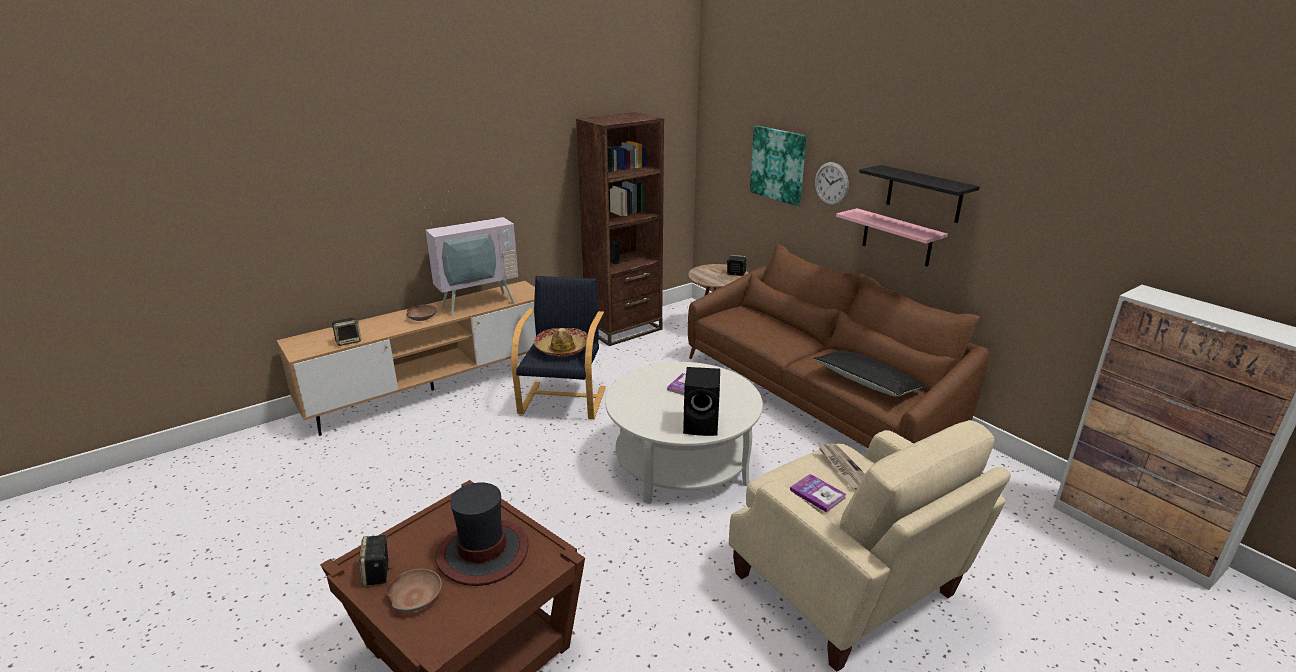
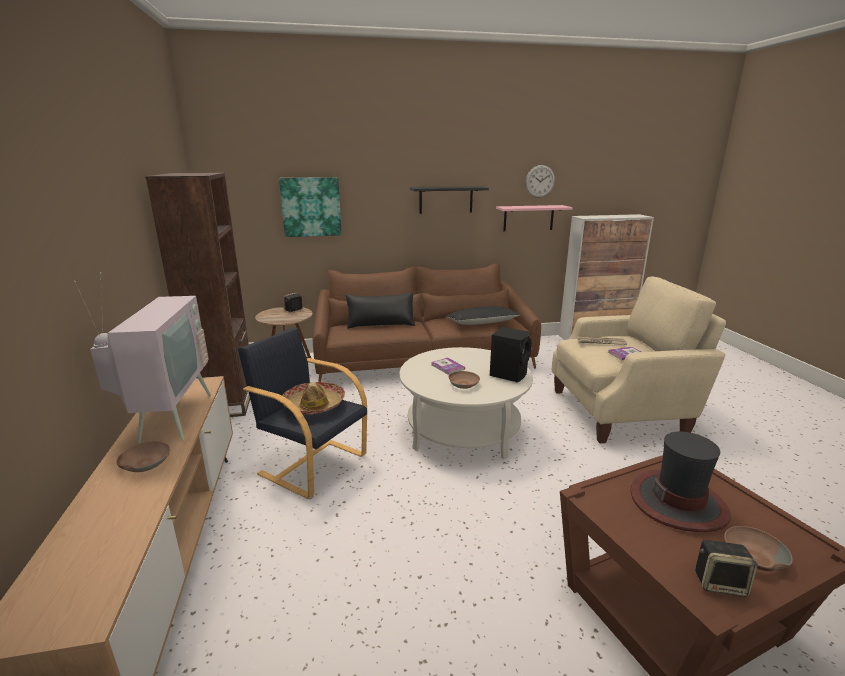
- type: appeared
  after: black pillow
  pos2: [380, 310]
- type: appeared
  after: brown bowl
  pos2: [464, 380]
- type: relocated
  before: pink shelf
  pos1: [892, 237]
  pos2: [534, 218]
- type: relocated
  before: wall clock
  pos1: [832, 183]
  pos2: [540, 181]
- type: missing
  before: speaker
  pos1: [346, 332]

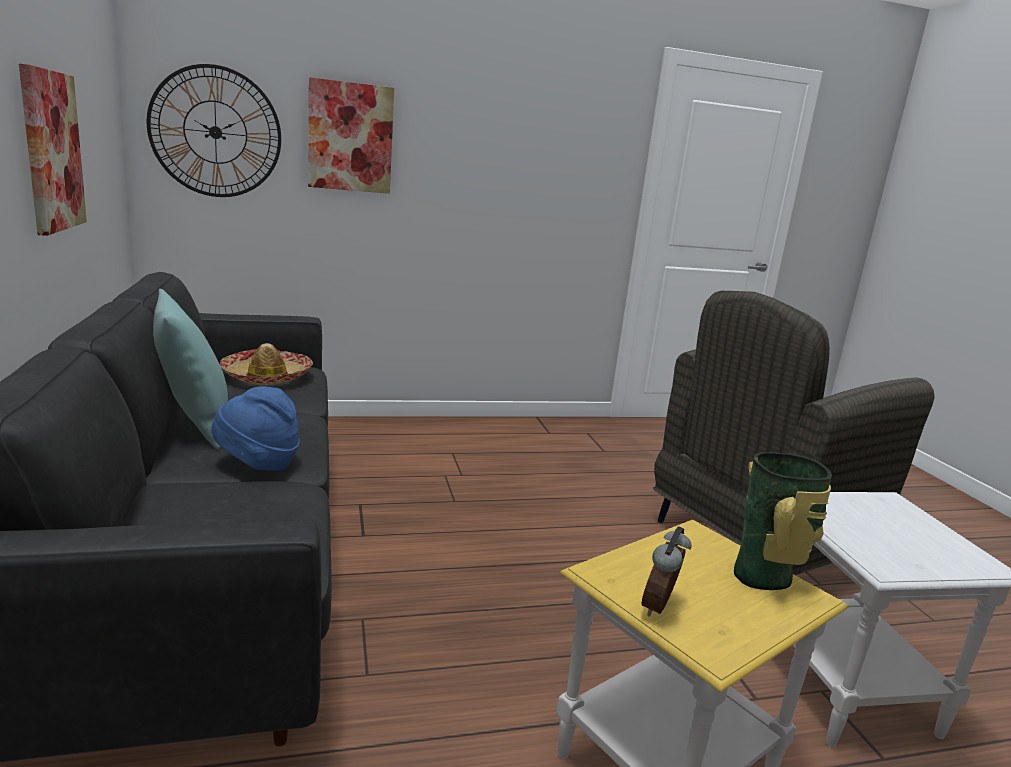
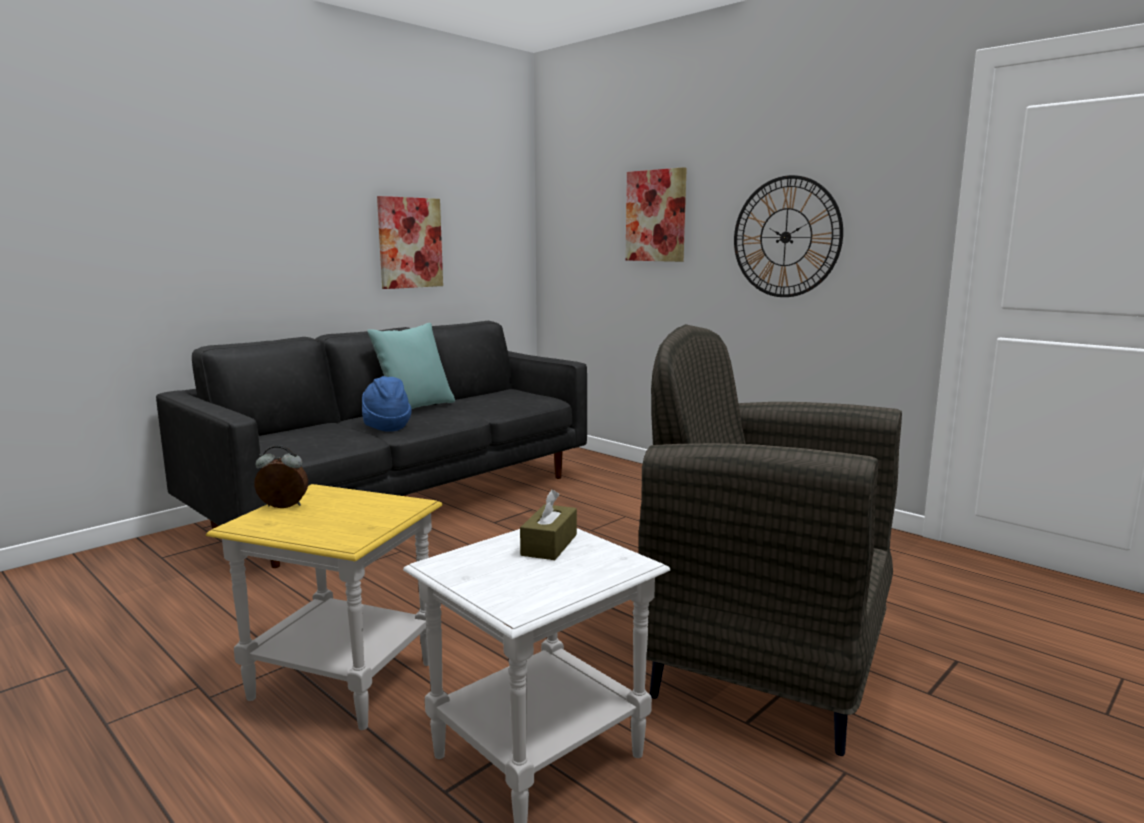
- type: appeared
  after: brown tissue box
  pos2: [548, 525]
- type: relocated
  before: wall clock
  pos1: [214, 130]
  pos2: [788, 236]
- type: missing
  before: hat
  pos1: [266, 364]
- type: missing
  before: vase
  pos1: [783, 521]

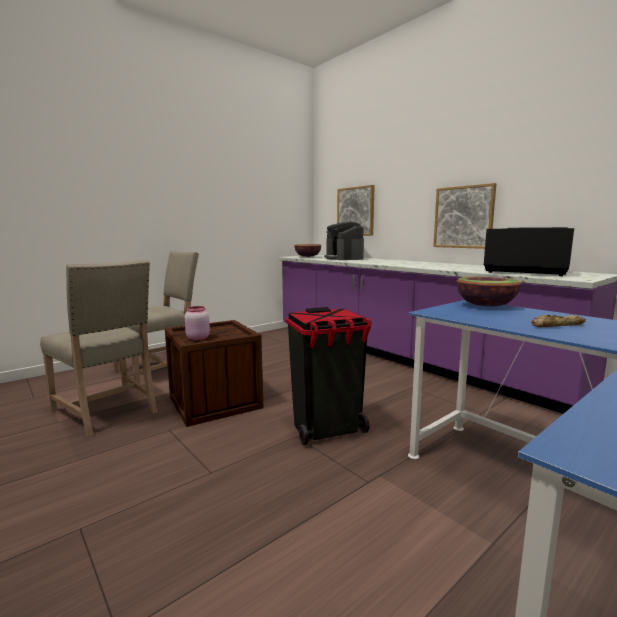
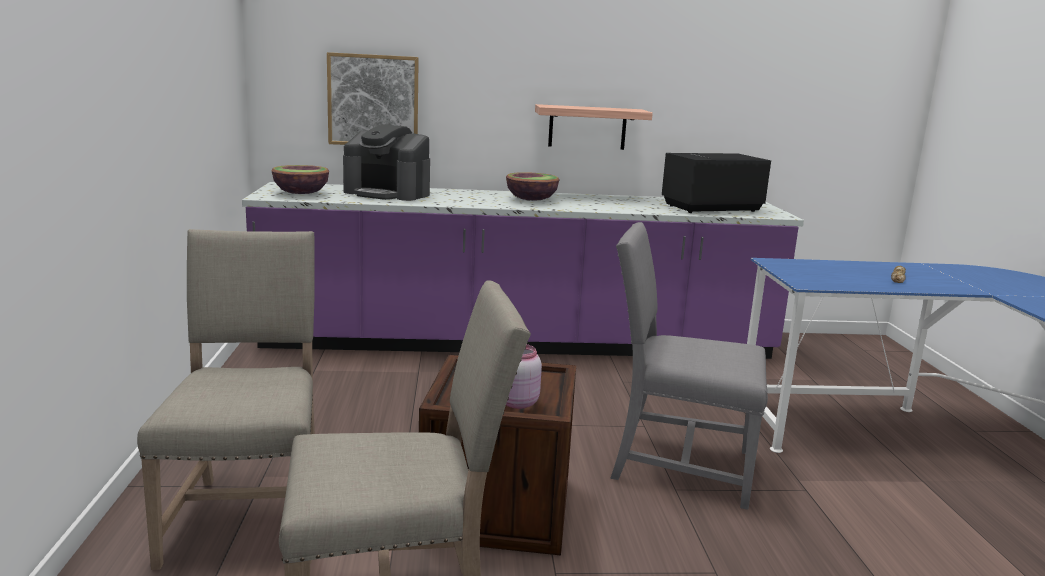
- type: relocated
  before: bowl
  pos1: [489, 291]
  pos2: [532, 186]
- type: exchanged
  before: picture
  after: shelf
  pos1: [464, 216]
  pos2: [594, 127]
- type: exchanged
  before: black trash can
  after: grey chair
  pos1: [329, 376]
  pos2: [689, 366]

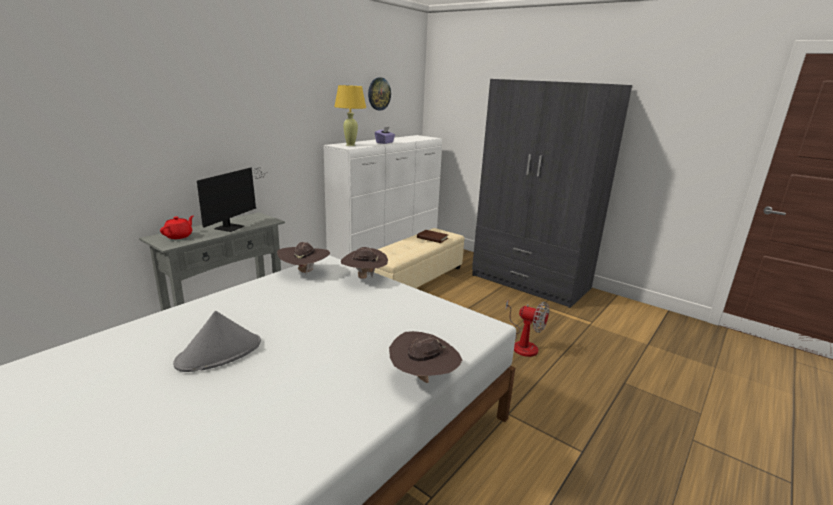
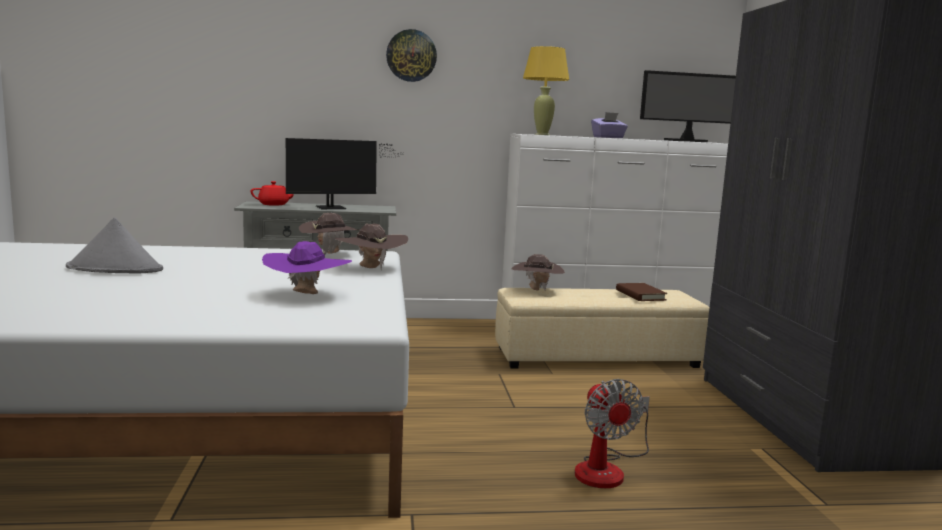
- type: appeared
  after: purple hat
  pos2: [307, 267]
- type: relocated
  before: wall clock
  pos1: [379, 94]
  pos2: [411, 55]
- type: relocated
  before: brown hat
  pos1: [425, 357]
  pos2: [538, 272]
- type: appeared
  after: monitor
  pos2: [688, 106]

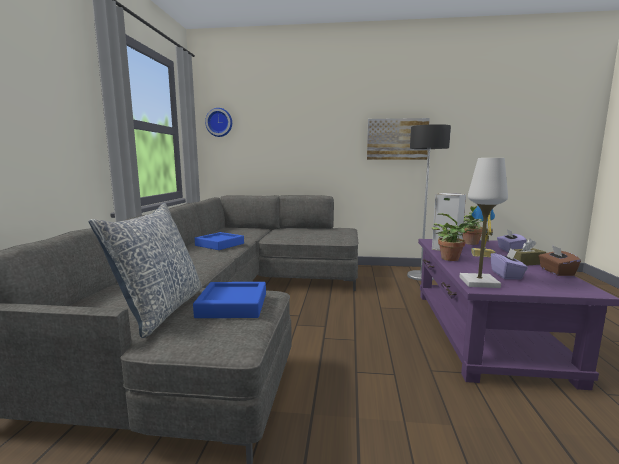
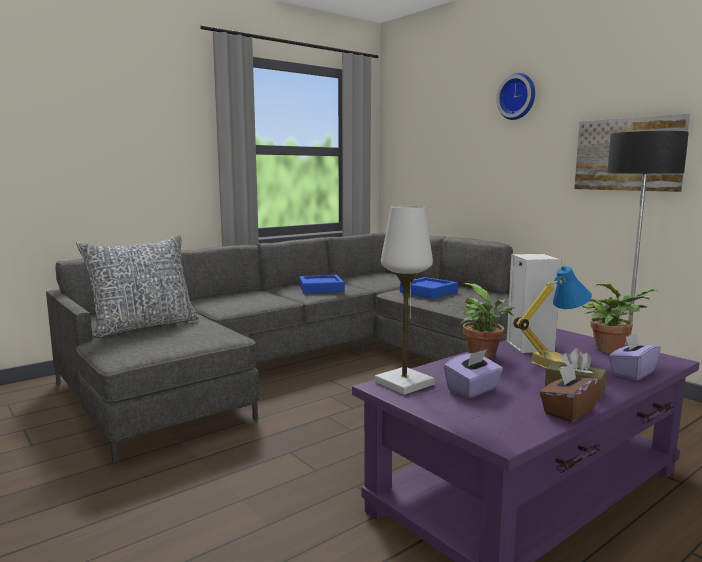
- type: relocated
  before: blue tray
  pos1: [229, 300]
  pos2: [429, 288]
- type: relocated
  before: wall clock
  pos1: [218, 122]
  pos2: [515, 96]

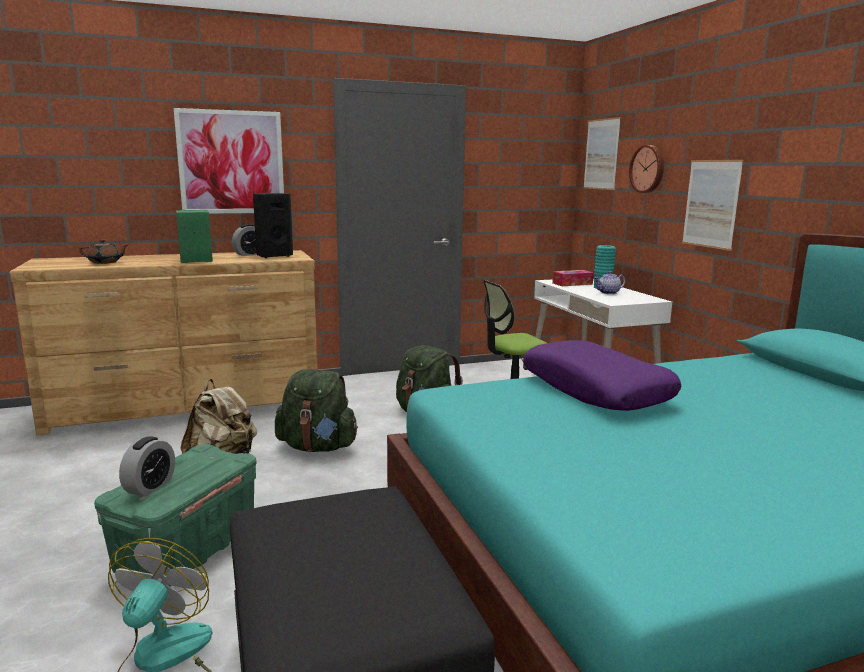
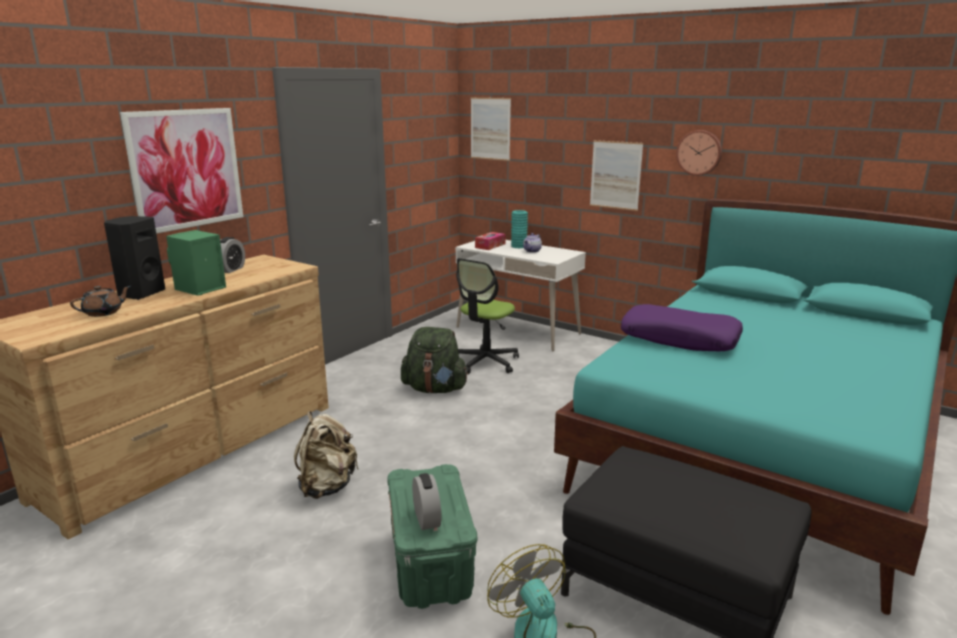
- type: relocated
  before: black speaker
  pos1: [273, 225]
  pos2: [134, 258]
- type: relocated
  before: wall clock
  pos1: [646, 169]
  pos2: [699, 153]
- type: missing
  before: green backpack
  pos1: [316, 410]

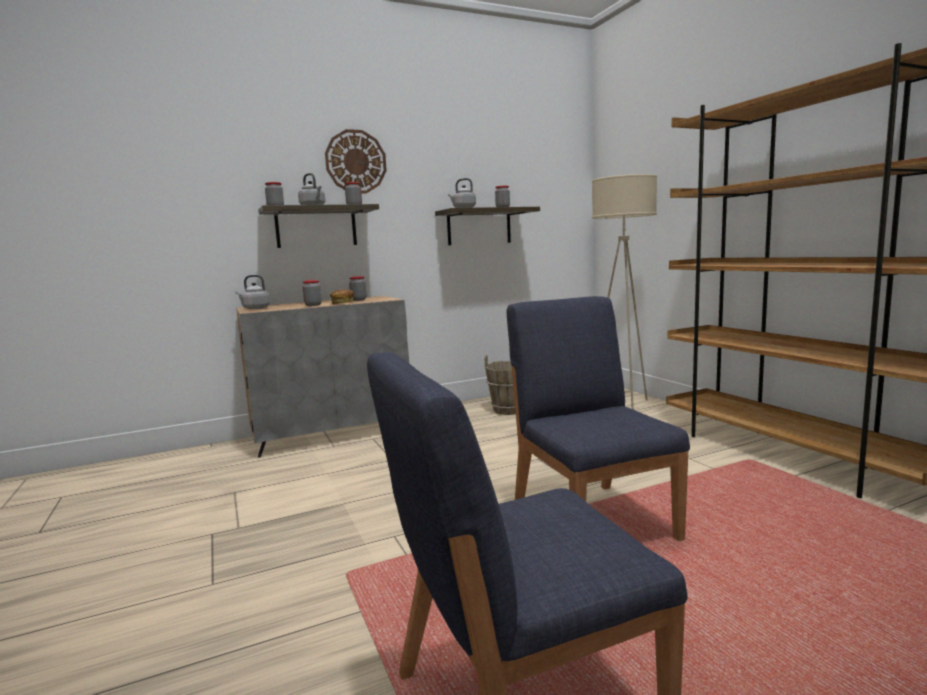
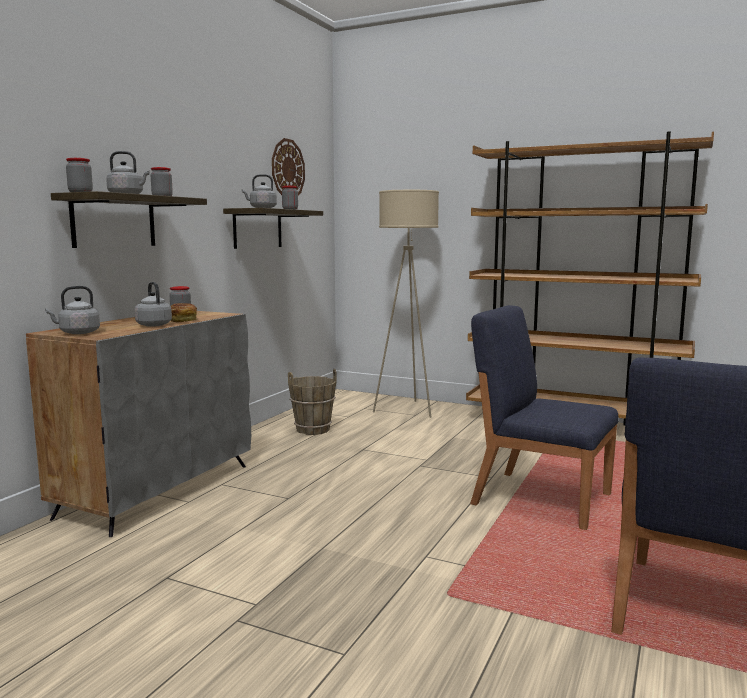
- type: exchanged
  before: jar
  after: grey kettle
  pos1: [312, 293]
  pos2: [153, 304]
- type: relocated
  before: wall clock
  pos1: [356, 161]
  pos2: [288, 166]

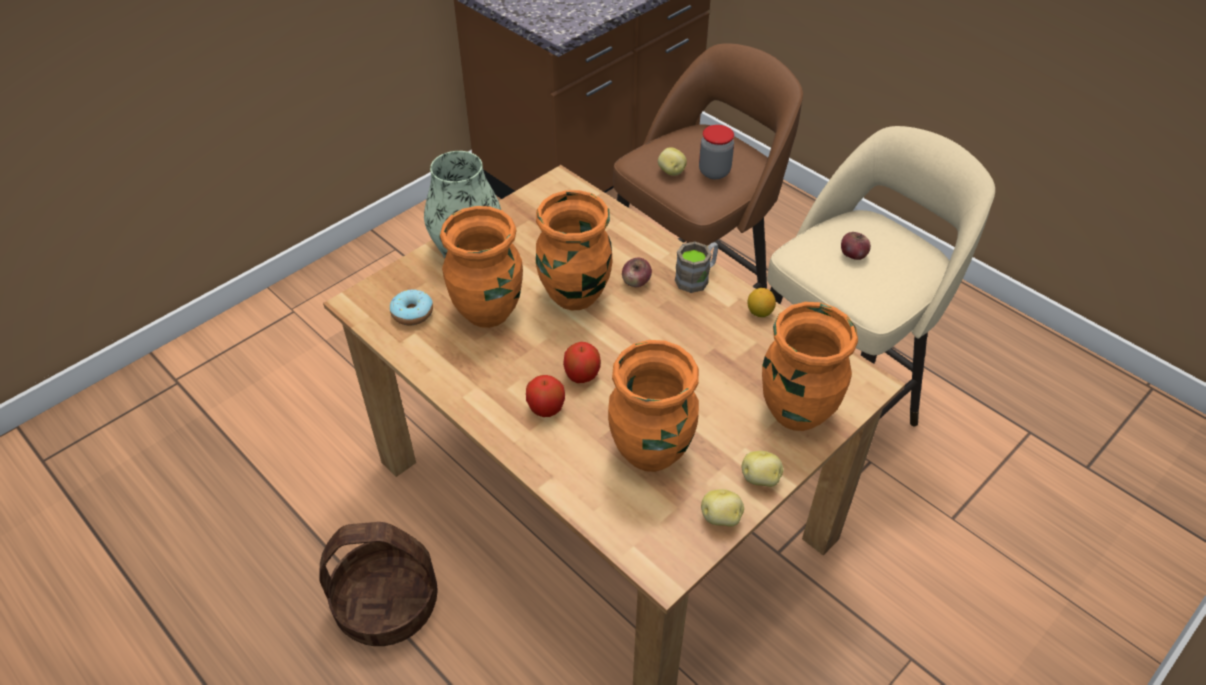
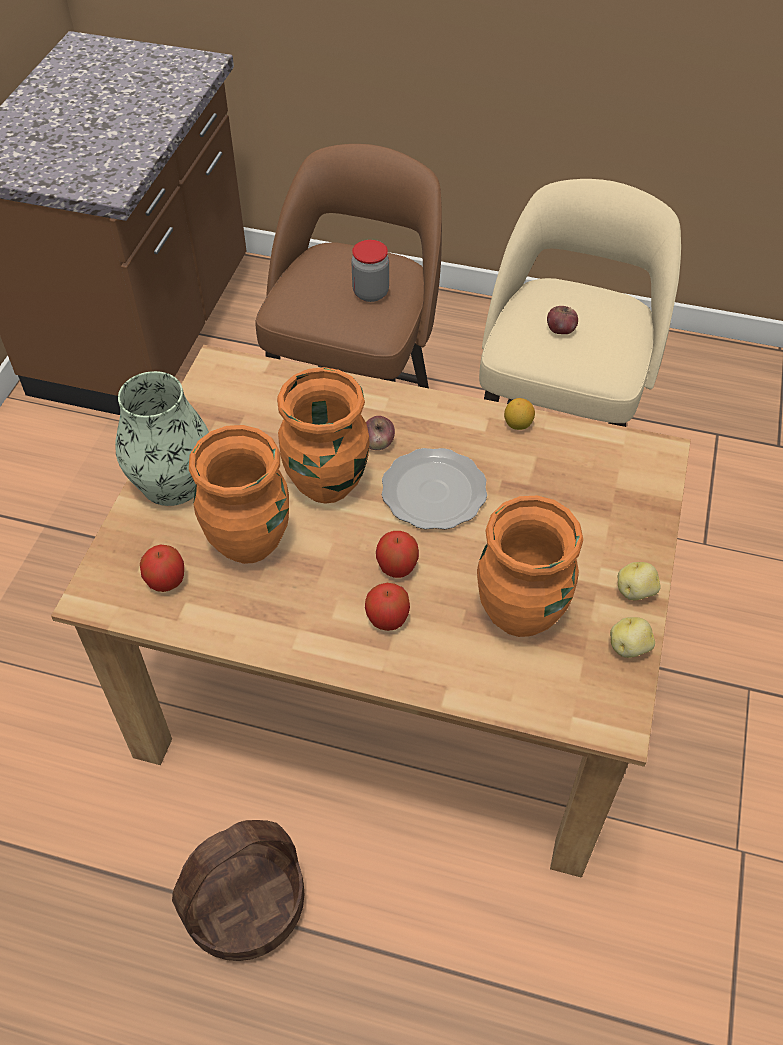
- type: exchanged
  before: donut
  after: apple
  pos1: [411, 307]
  pos2: [162, 568]
- type: appeared
  after: plate
  pos2: [434, 488]
- type: missing
  before: potato
  pos1: [672, 161]
- type: missing
  before: brown mug
  pos1: [696, 267]
- type: missing
  before: orange vase
  pos1: [810, 366]

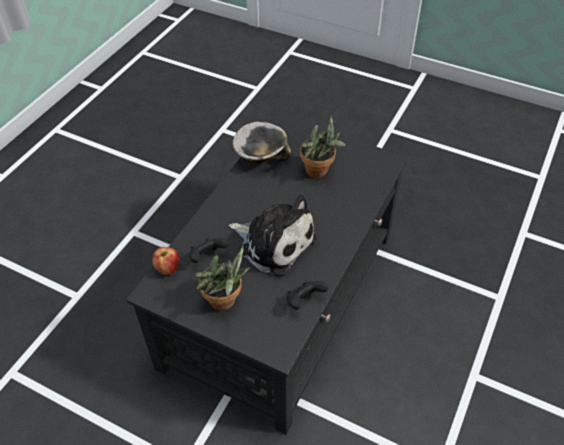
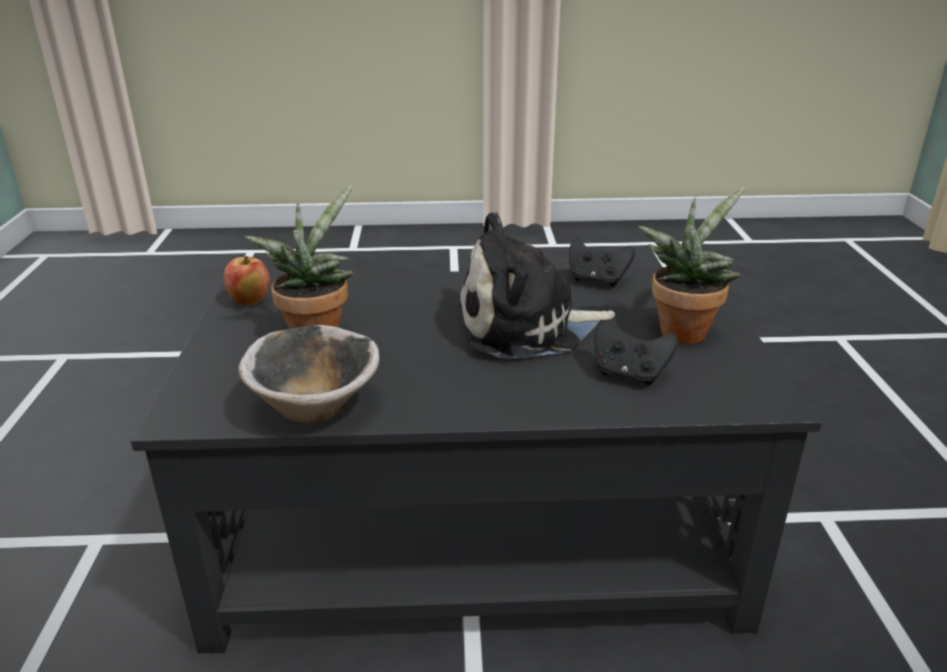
- type: relocated
  before: apple
  pos1: [166, 261]
  pos2: [246, 281]
- type: spun
  before: plush toy
  pos1: [273, 235]
  pos2: [537, 285]
  turn: -105

